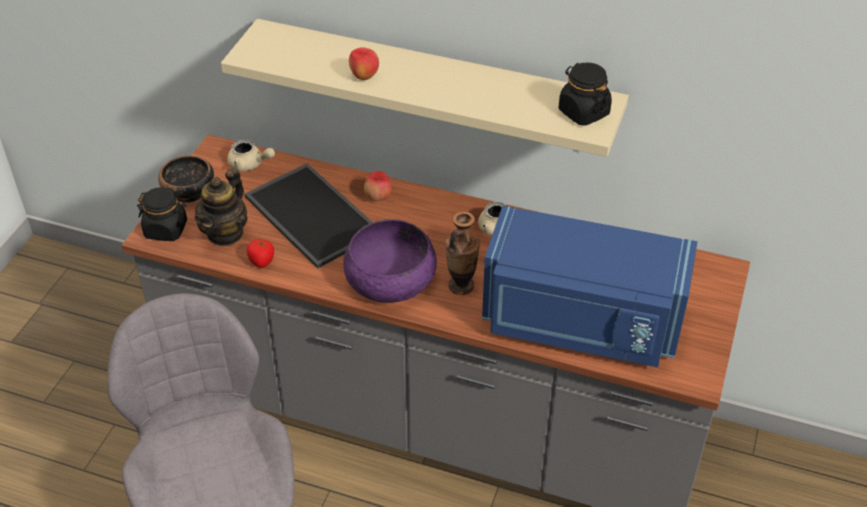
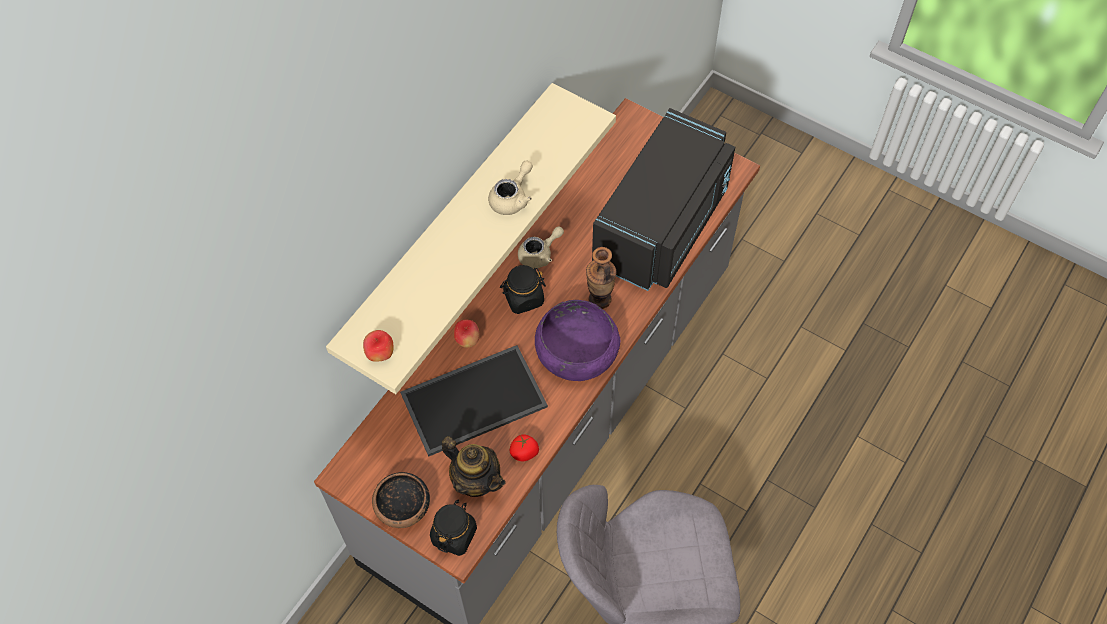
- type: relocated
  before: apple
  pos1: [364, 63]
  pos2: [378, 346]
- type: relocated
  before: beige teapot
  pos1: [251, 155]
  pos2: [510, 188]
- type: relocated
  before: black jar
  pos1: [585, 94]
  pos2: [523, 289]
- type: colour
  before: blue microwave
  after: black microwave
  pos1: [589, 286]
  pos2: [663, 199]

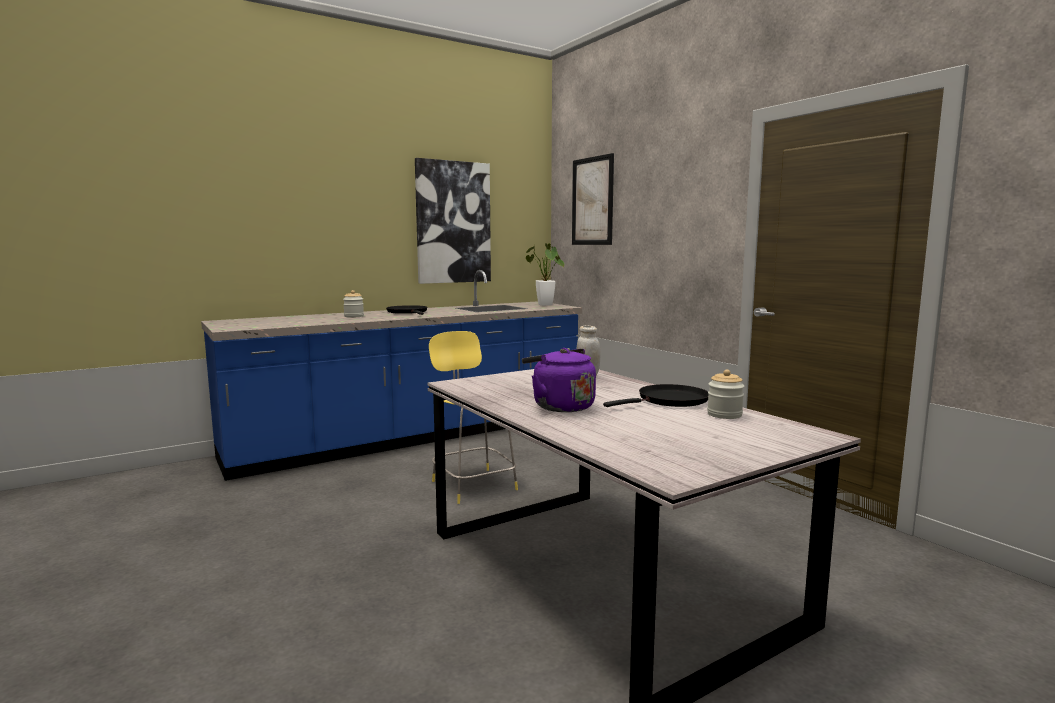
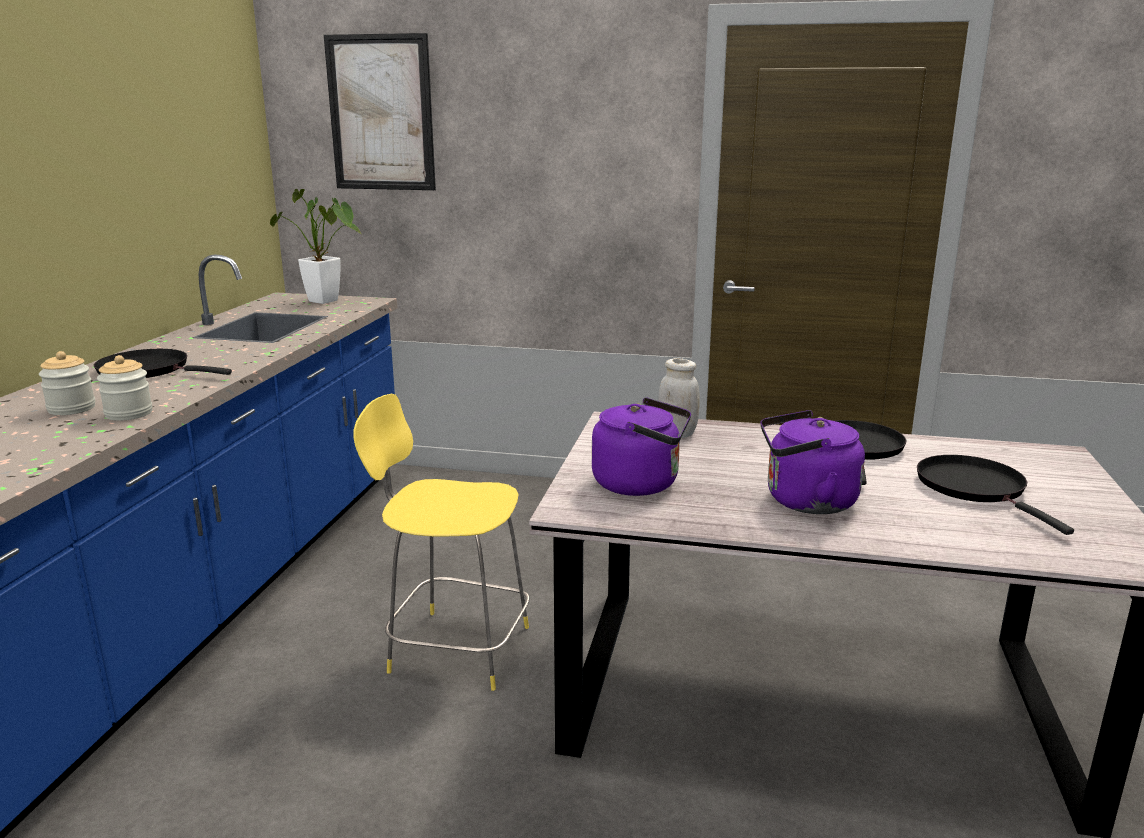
- type: relocated
  before: jar
  pos1: [725, 394]
  pos2: [125, 388]
- type: appeared
  after: purple kettle
  pos2: [641, 447]
- type: appeared
  after: black frying pan
  pos2: [995, 495]
- type: missing
  before: picture
  pos1: [453, 221]

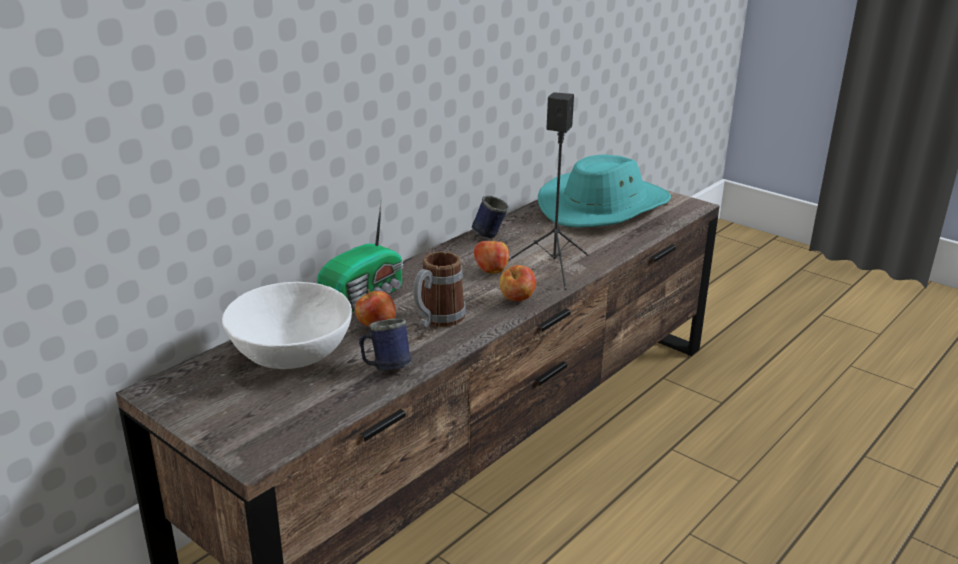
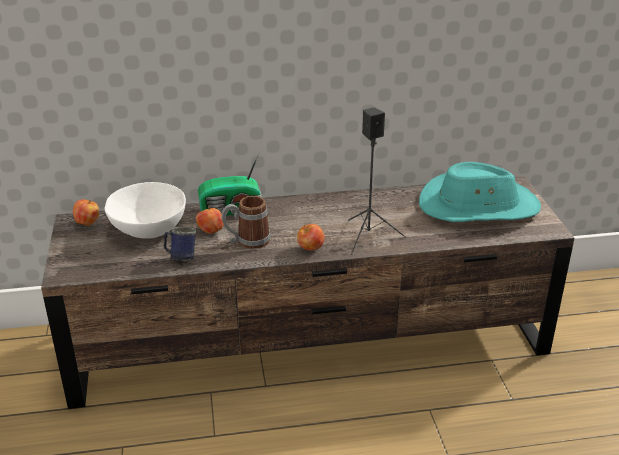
- type: relocated
  before: apple
  pos1: [491, 255]
  pos2: [86, 212]
- type: missing
  before: blue mug
  pos1: [490, 216]

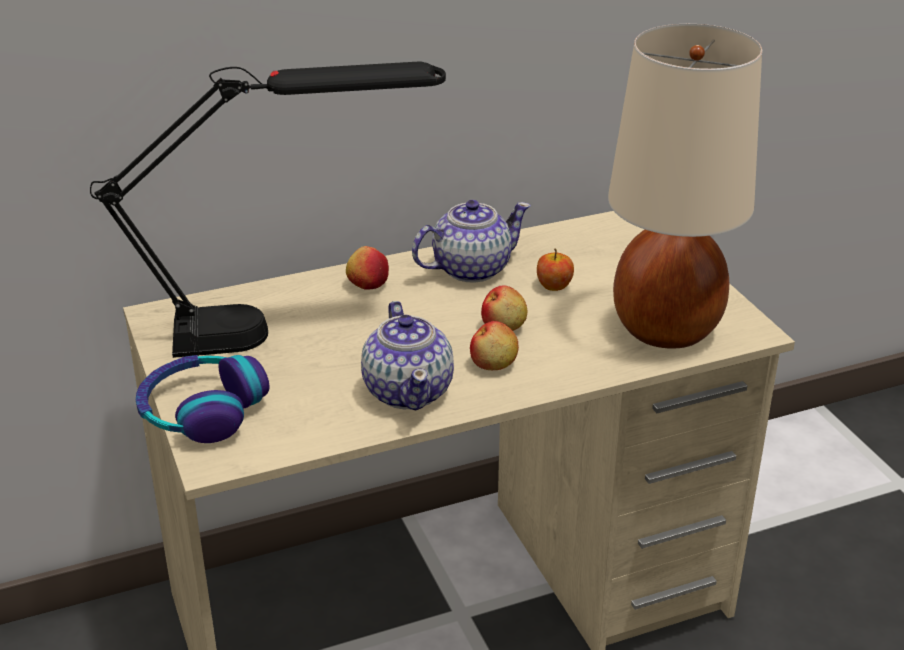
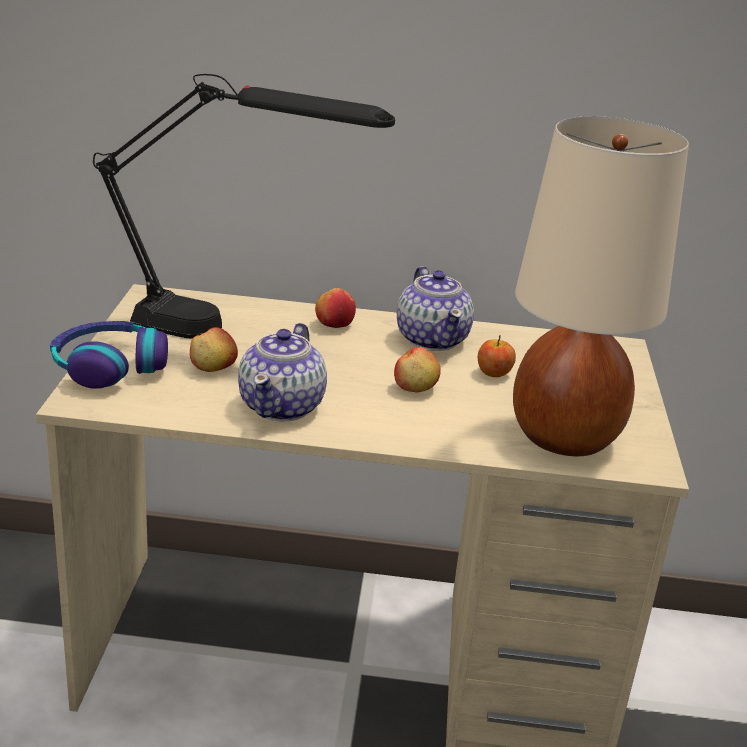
- type: relocated
  before: apple
  pos1: [494, 345]
  pos2: [214, 349]
- type: spun
  before: teapot
  pos1: [471, 241]
  pos2: [435, 308]
  turn: 75

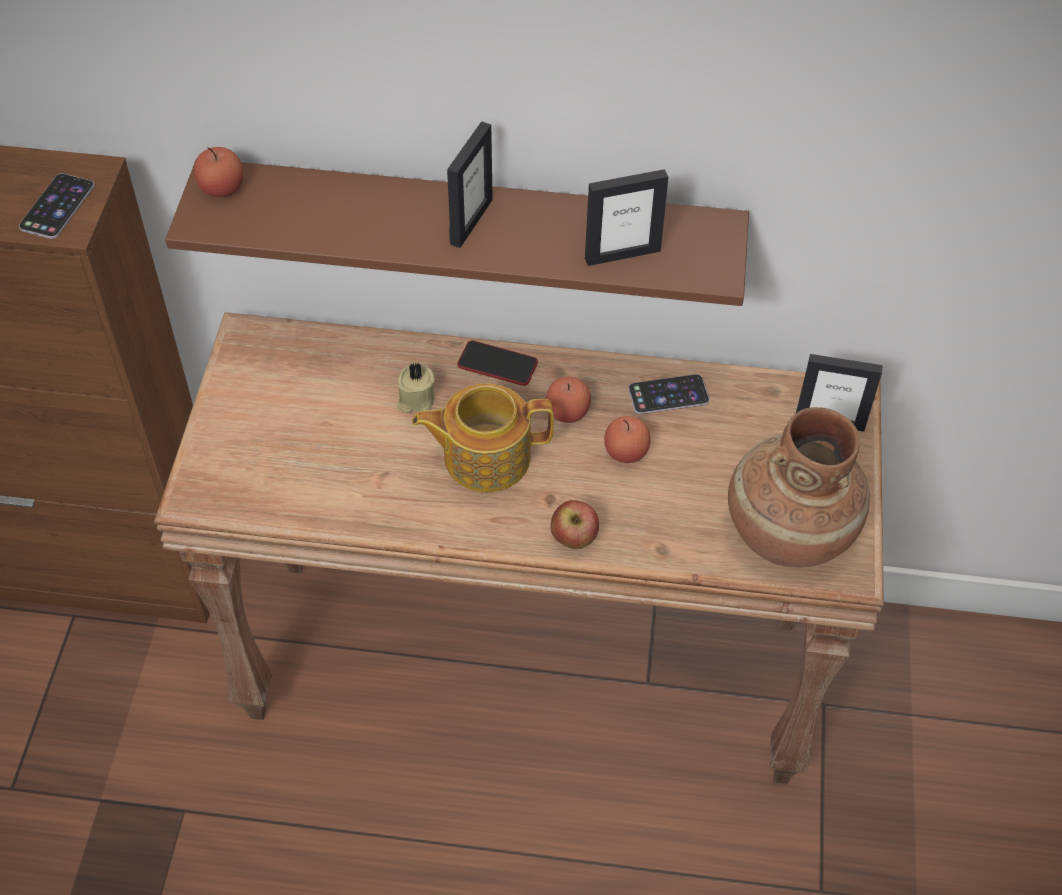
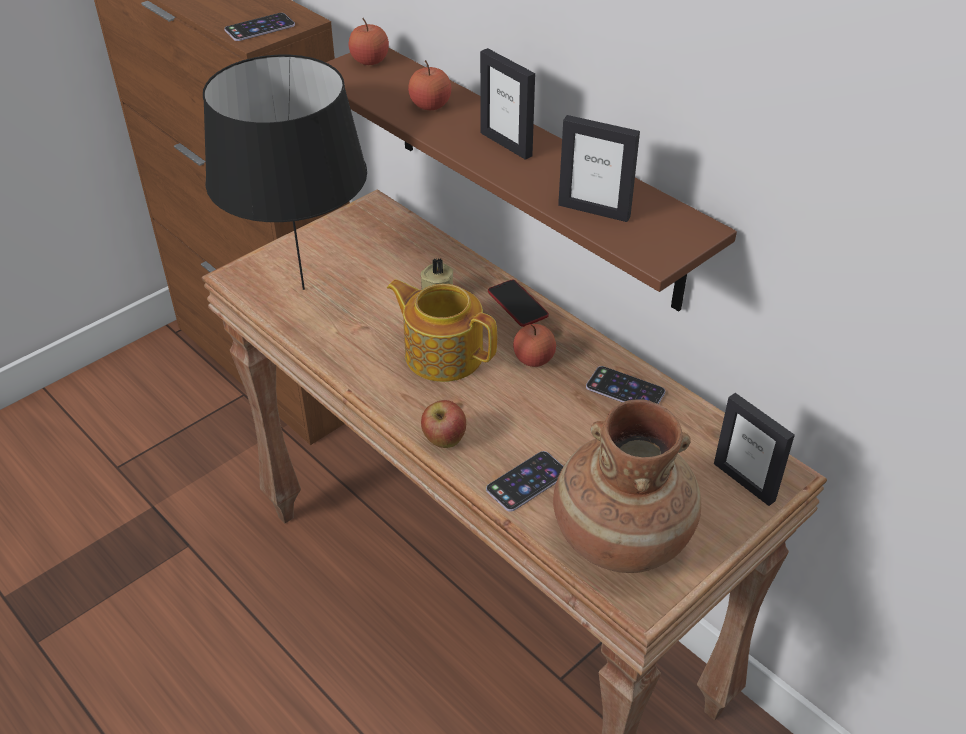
- type: appeared
  after: black table lamp
  pos2: [285, 172]
- type: relocated
  before: apple
  pos1: [627, 439]
  pos2: [429, 85]
- type: spun
  before: picture frame
  pos1: [470, 184]
  pos2: [507, 104]
  turn: 75
- type: appeared
  after: phone
  pos2: [525, 481]

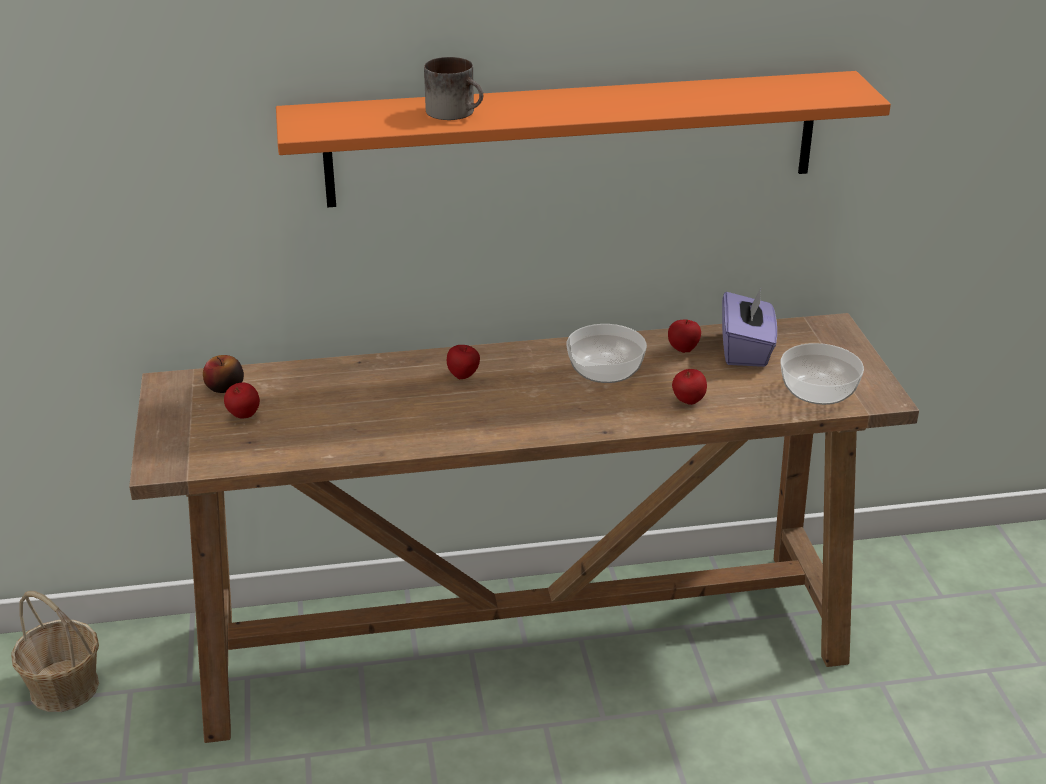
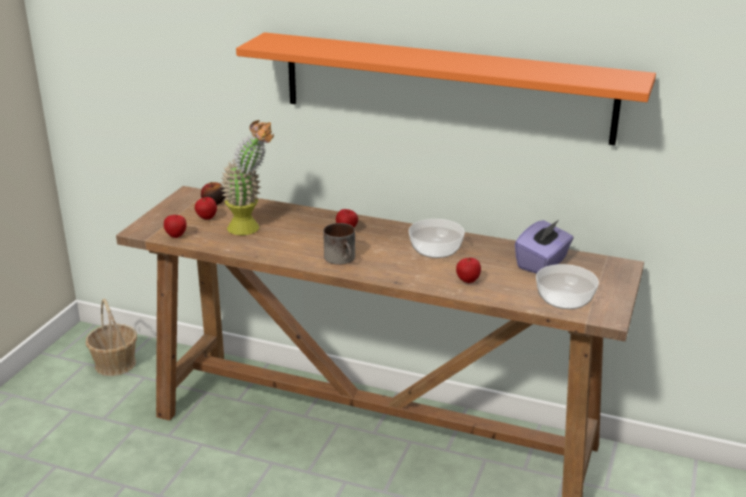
- type: relocated
  before: apple
  pos1: [684, 336]
  pos2: [175, 226]
- type: appeared
  after: potted plant
  pos2: [247, 177]
- type: relocated
  before: mug
  pos1: [453, 88]
  pos2: [339, 244]

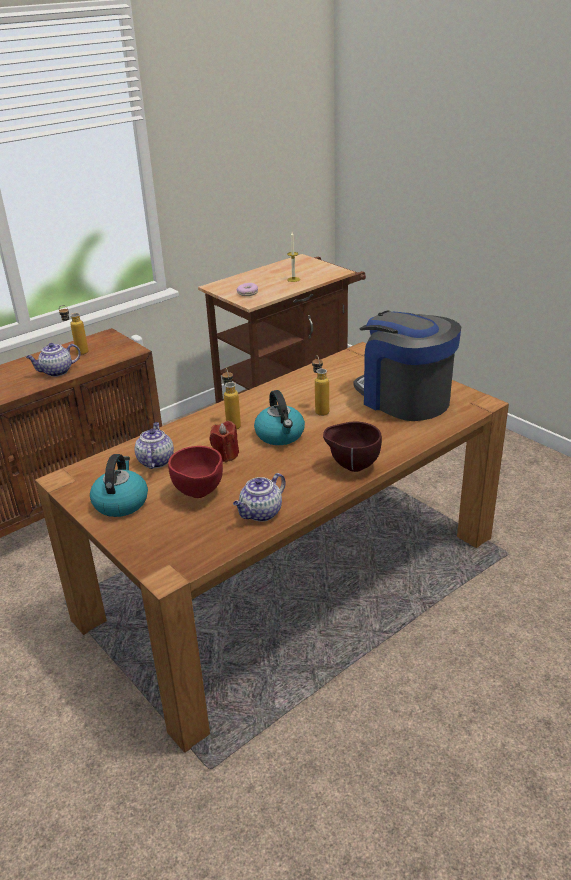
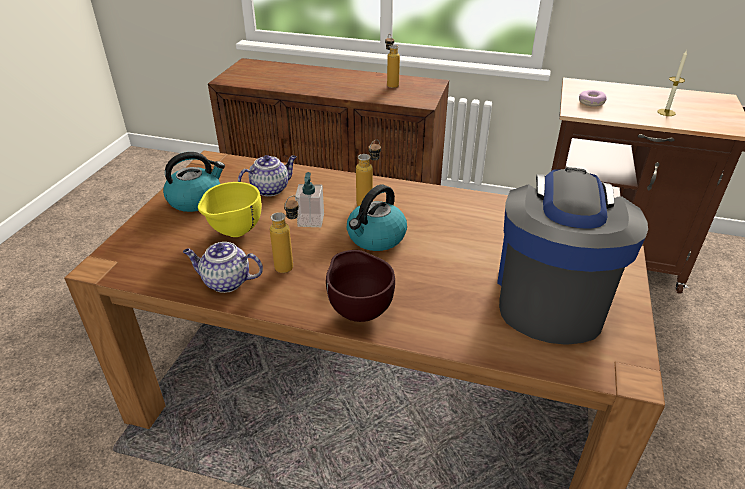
- type: colour
  before: red bowl
  after: yellow bowl
  pos1: [195, 472]
  pos2: [229, 209]
- type: relocated
  before: bottle
  pos1: [320, 385]
  pos2: [284, 234]
- type: exchanged
  before: red candle
  after: soap dispenser
  pos1: [224, 441]
  pos2: [309, 199]
- type: missing
  before: teapot
  pos1: [53, 360]

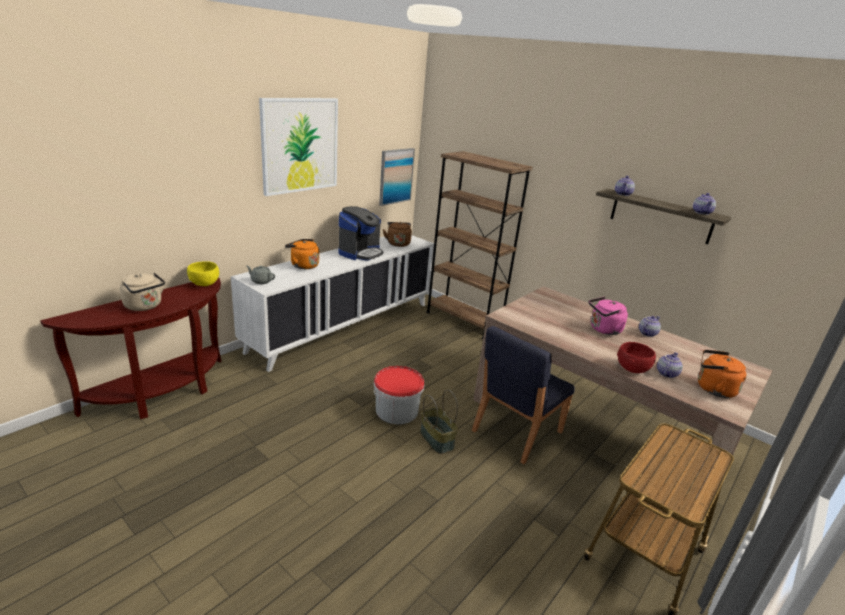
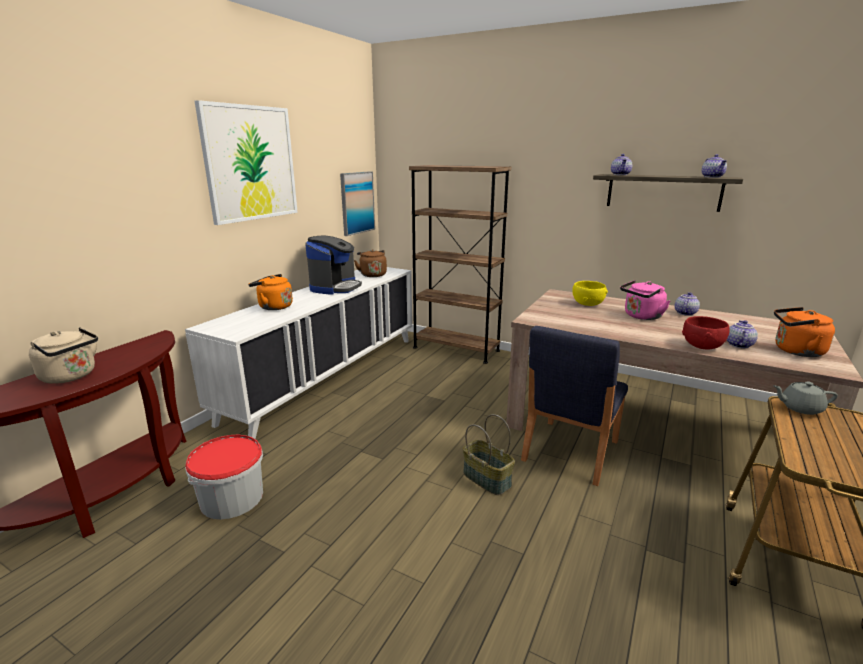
- type: relocated
  before: bucket
  pos1: [399, 395]
  pos2: [224, 477]
- type: relocated
  before: yellow bowl
  pos1: [203, 273]
  pos2: [590, 293]
- type: relocated
  before: grey teapot
  pos1: [261, 275]
  pos2: [806, 398]

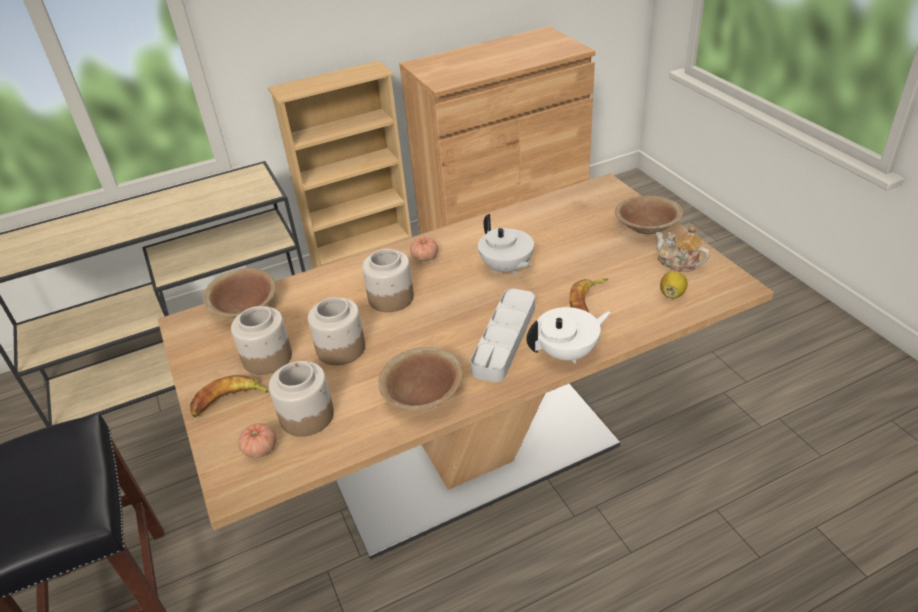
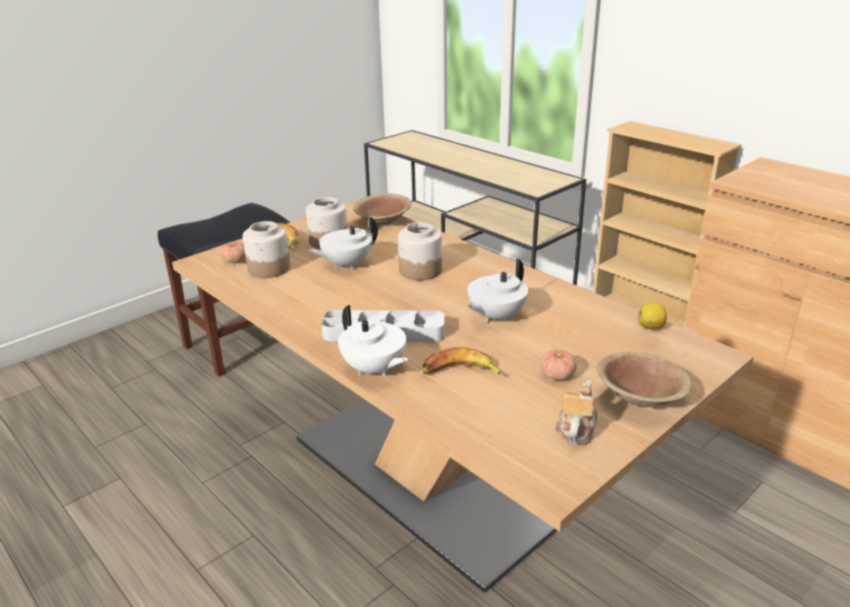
- type: exchanged
  before: jar
  after: white teapot
  pos1: [336, 331]
  pos2: [343, 242]
- type: relocated
  before: tomato
  pos1: [424, 249]
  pos2: [558, 364]
- type: relocated
  before: lemon
  pos1: [674, 285]
  pos2: [652, 315]
- type: missing
  before: brown bowl
  pos1: [420, 379]

